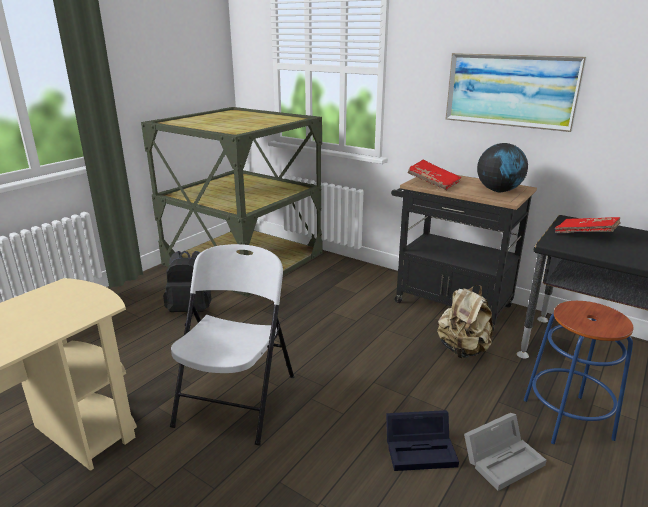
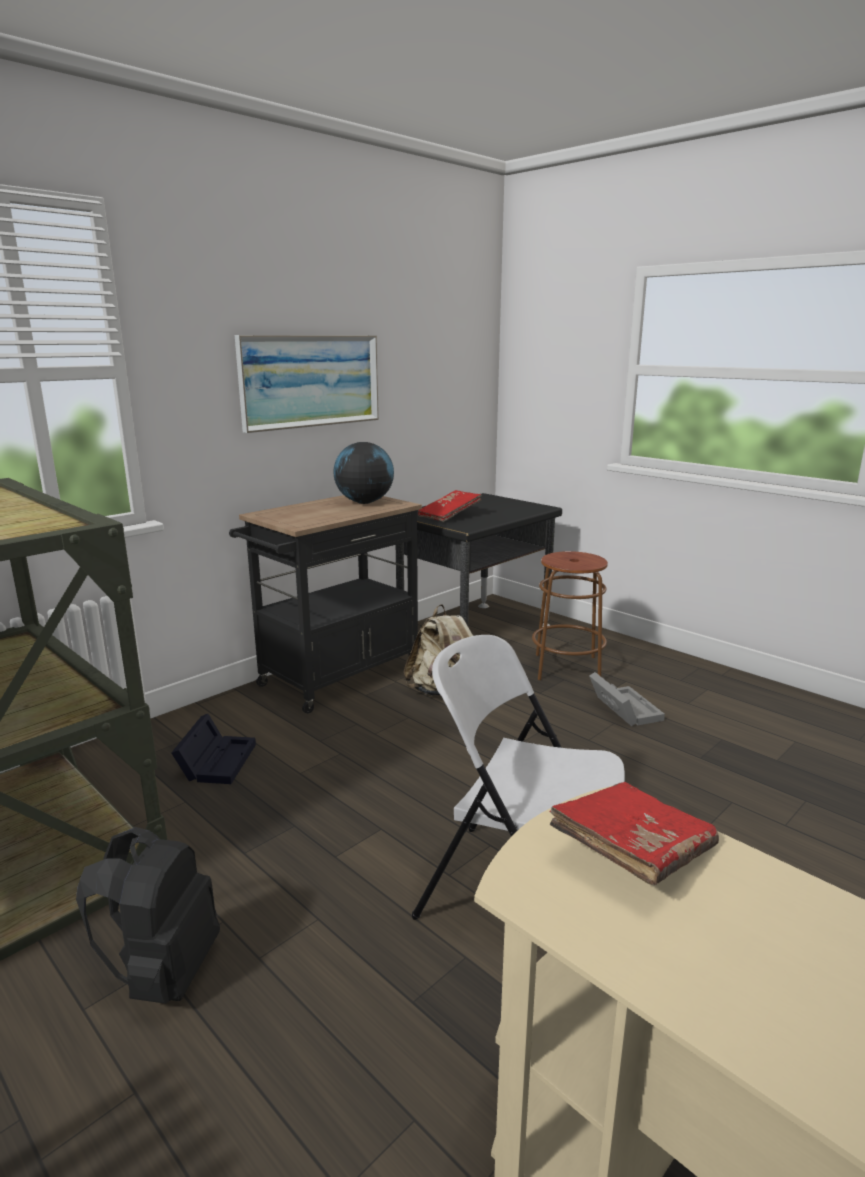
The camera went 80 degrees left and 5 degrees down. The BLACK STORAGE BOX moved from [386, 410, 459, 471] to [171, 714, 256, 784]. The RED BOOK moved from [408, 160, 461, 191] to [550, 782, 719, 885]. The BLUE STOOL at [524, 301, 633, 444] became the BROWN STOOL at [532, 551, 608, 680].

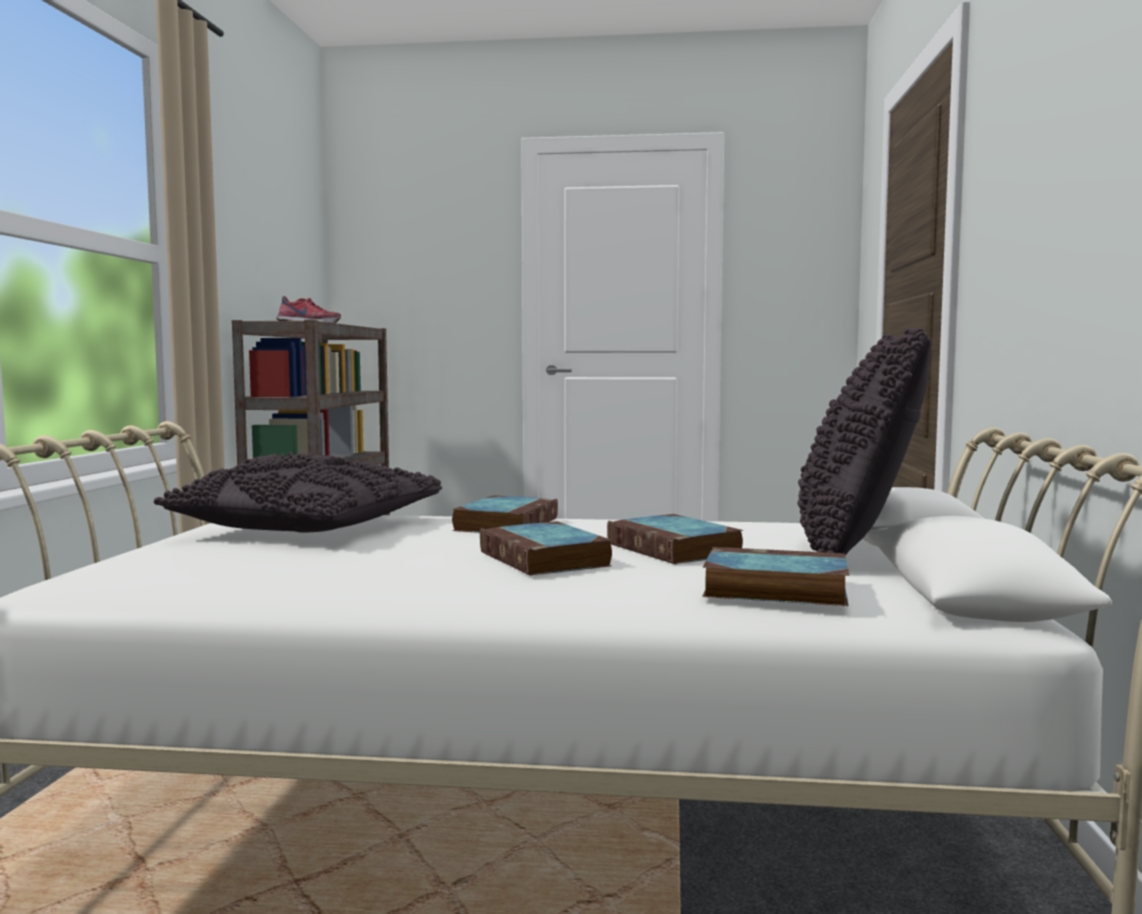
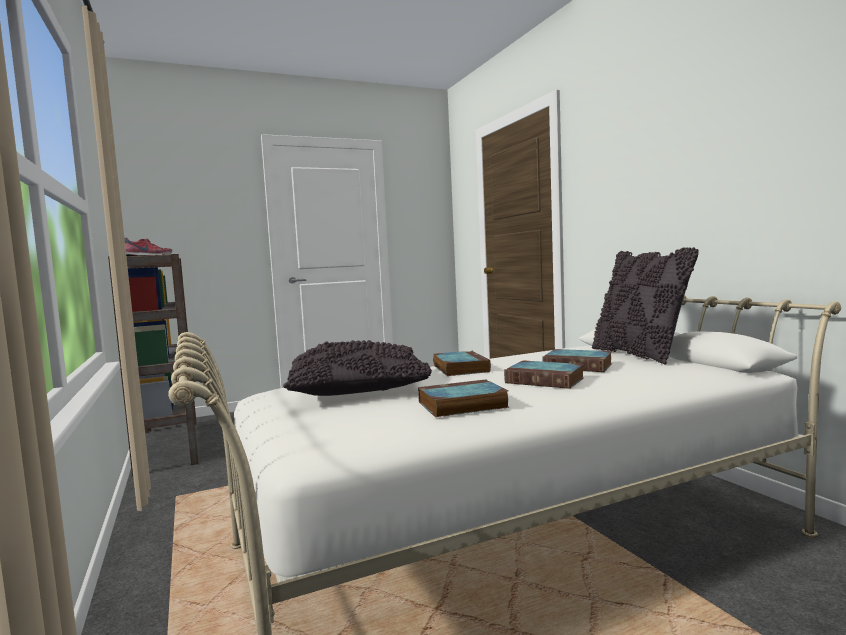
The camera went 30 degrees left and 0 degrees up. The BOOK moved from [702, 547, 849, 606] to [418, 379, 510, 417].

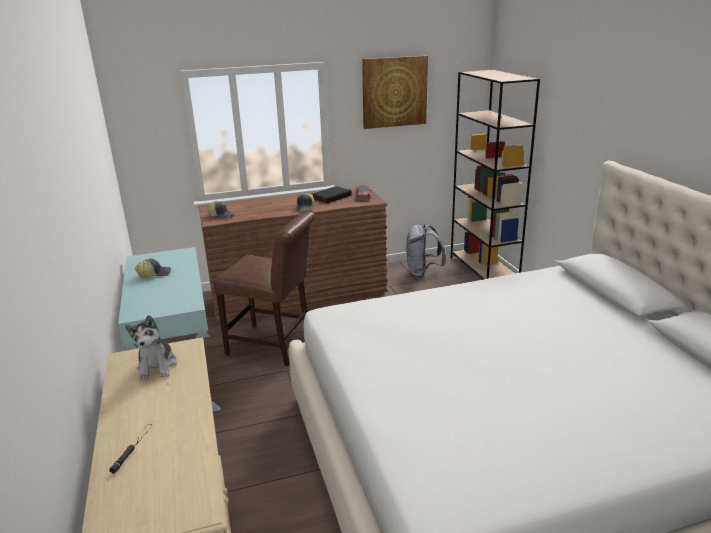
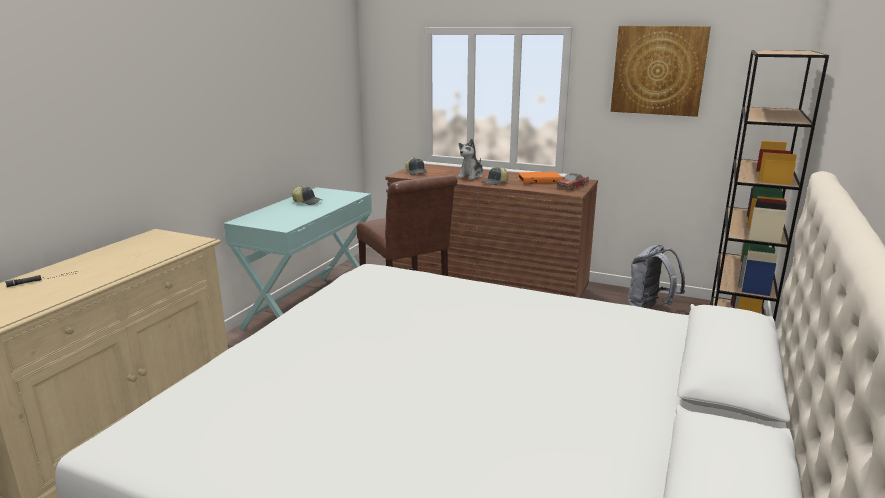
The camera went 40 degrees right and 5 degrees down. The PLUSH TOY moved from [125, 315, 177, 380] to [457, 139, 484, 180]. The BLACK BOOK at [312, 186, 352, 203] became the ORANGE BOOK at [518, 172, 563, 184].

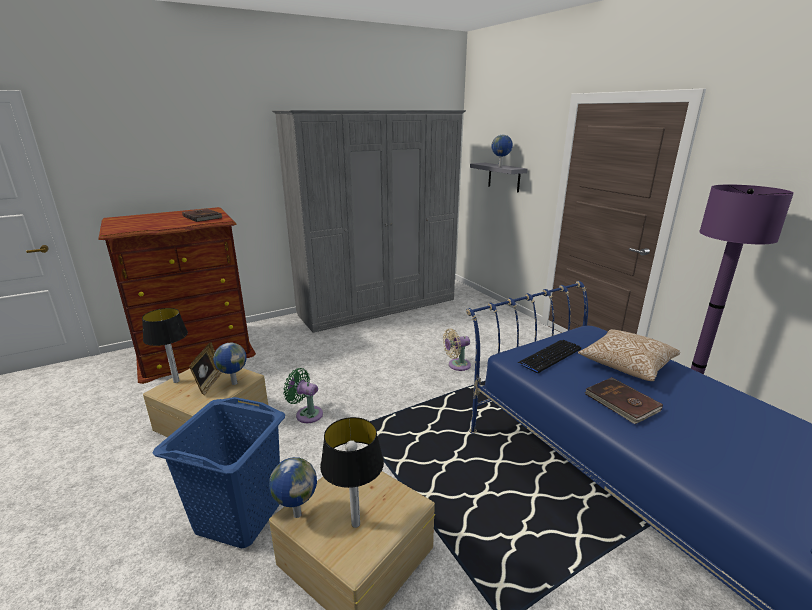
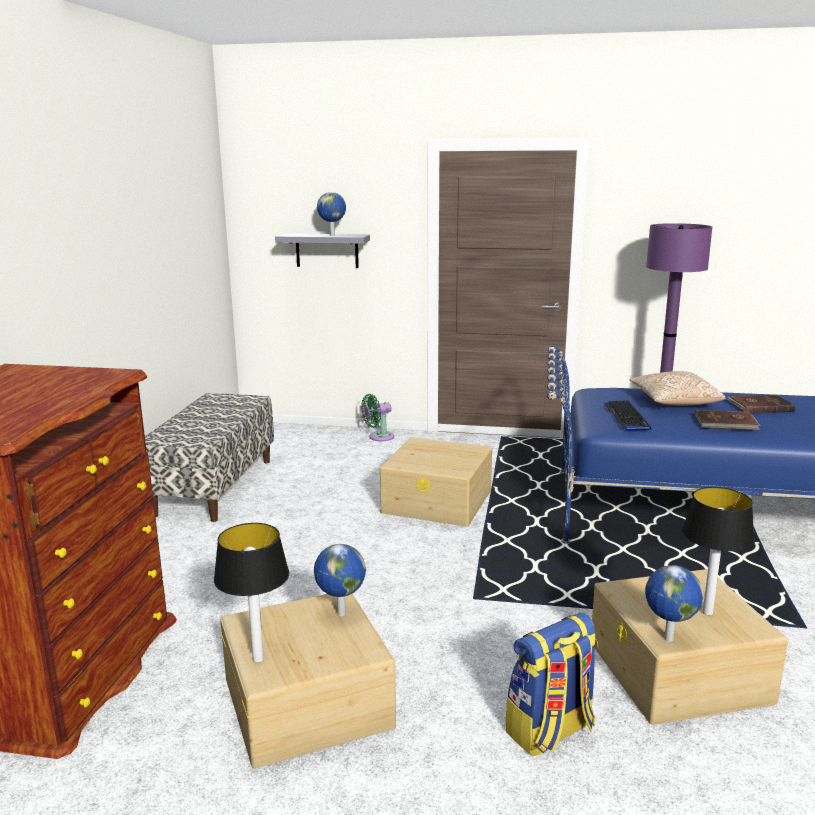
The camera went 50 degrees left and 5 degrees down. The BLUE LAUNDRY BASKET at [152, 397, 285, 548] was replaced by the BACKPACK at [506, 613, 598, 757]. The BROWN BOOK moved from [182, 209, 222, 222] to [727, 395, 796, 413]. The PICTURE FRAME at [189, 342, 222, 395] disappeared. The GREY WARDROBE at [272, 110, 466, 333] was replaced by the BENCH at [145, 393, 274, 522]. The GREEN FAN moved from [283, 368, 323, 423] to [361, 394, 394, 441]. The BEIGE FAN at [443, 329, 471, 371] was replaced by the BEIGE STORAGE BOX at [380, 437, 492, 527].

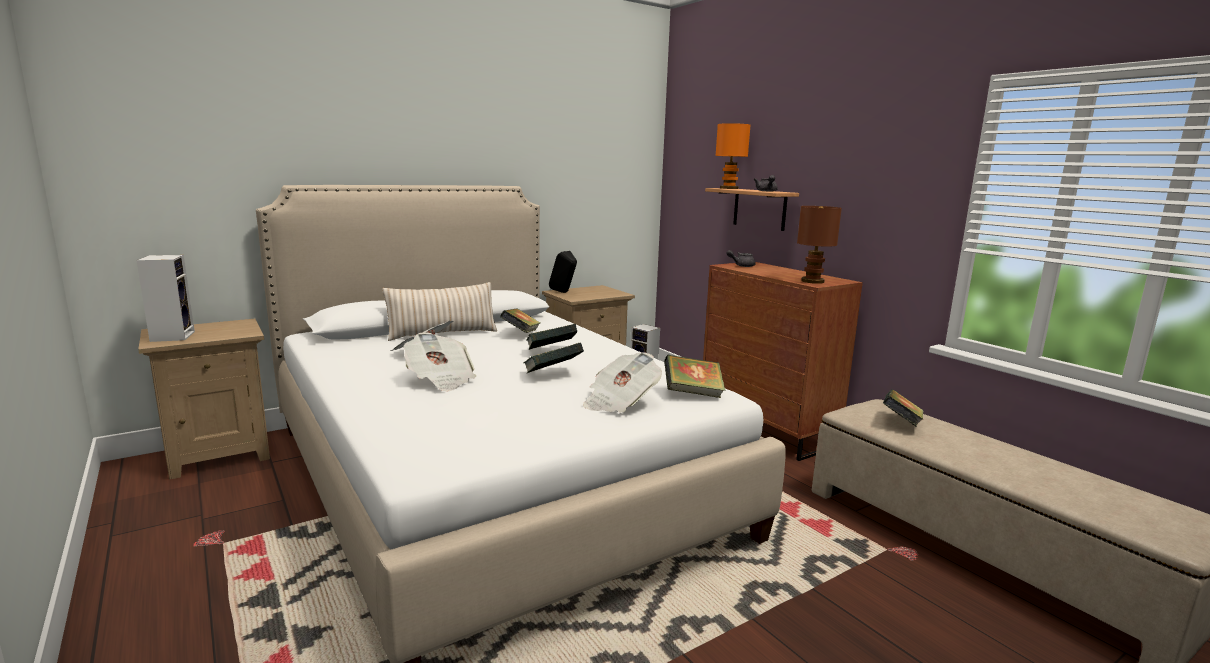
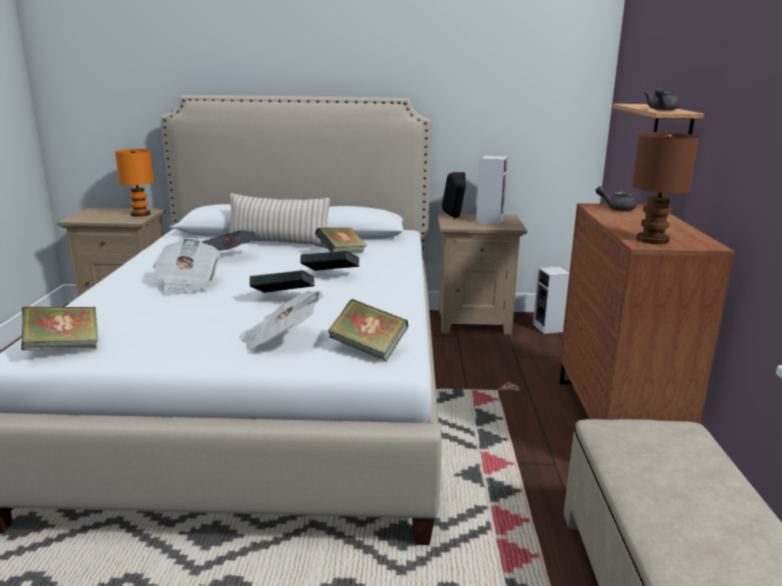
The camera went 35 degrees right and 5 degrees up. The SPEAKER moved from [136, 255, 195, 342] to [476, 155, 508, 225]. The ORANGE TABLE LAMP moved from [715, 123, 751, 189] to [115, 149, 154, 217]. The BOOK moved from [883, 389, 923, 426] to [21, 307, 98, 350].

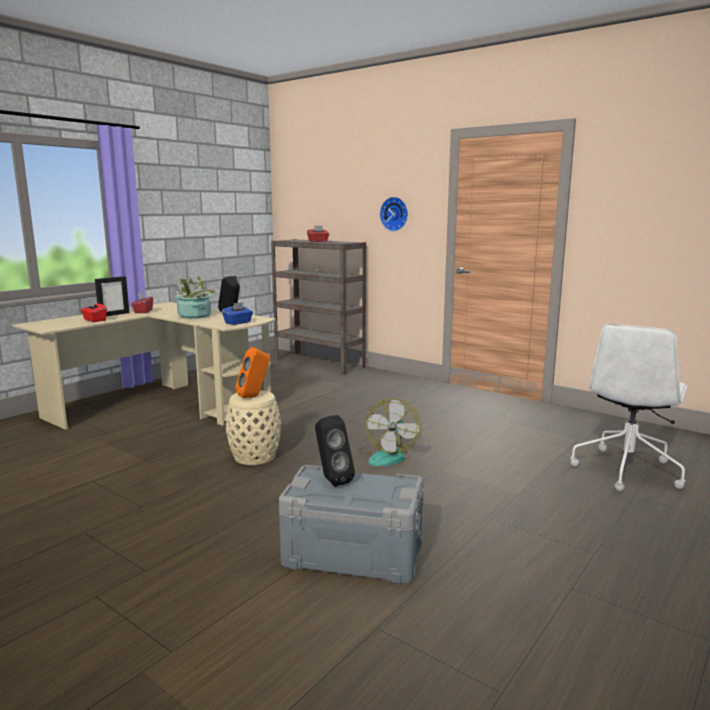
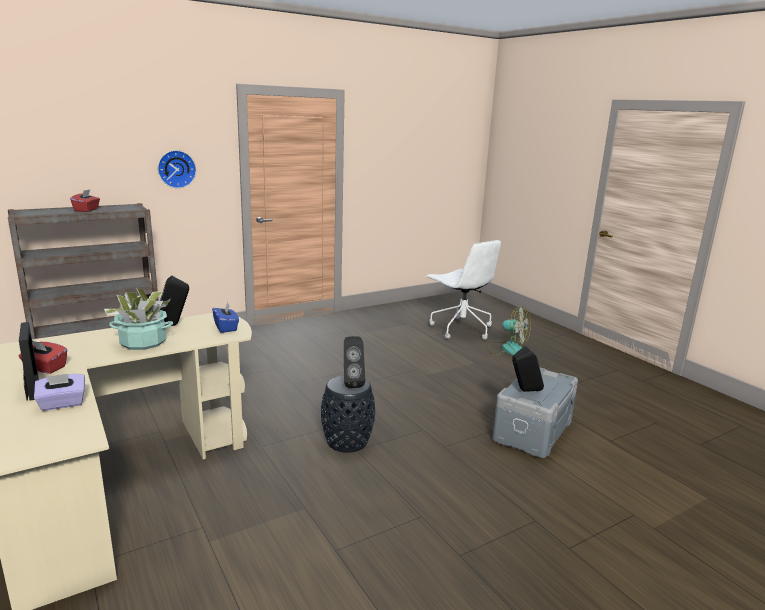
The camera went 70 degrees left and 5 degrees up. The RED TISSUE BOX at [81, 300, 107, 322] became the PURPLE TISSUE BOX at [34, 374, 85, 411]. The BEIGE STOOL at [226, 390, 281, 465] became the BLACK STOOL at [321, 375, 375, 453]. The ORANGE SPEAKER at [235, 347, 270, 398] became the BLACK SPEAKER at [344, 336, 365, 388]. The FAN moved from [359, 398, 421, 466] to [487, 306, 531, 355].

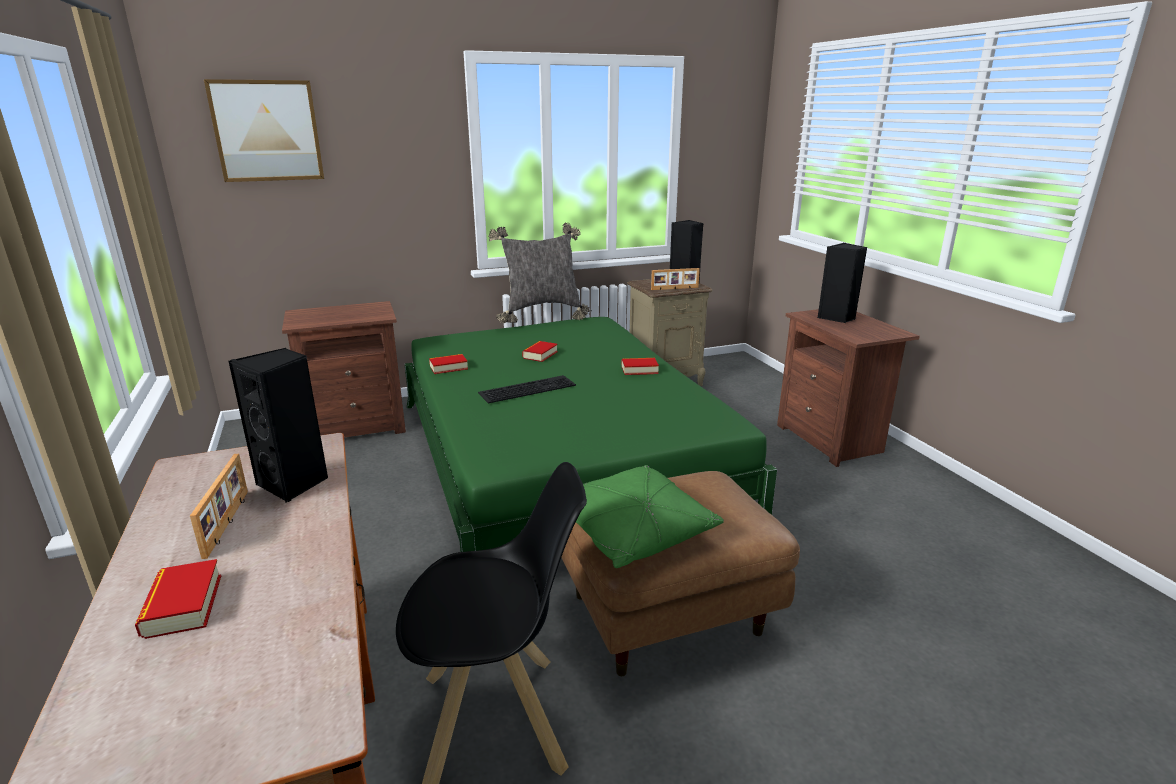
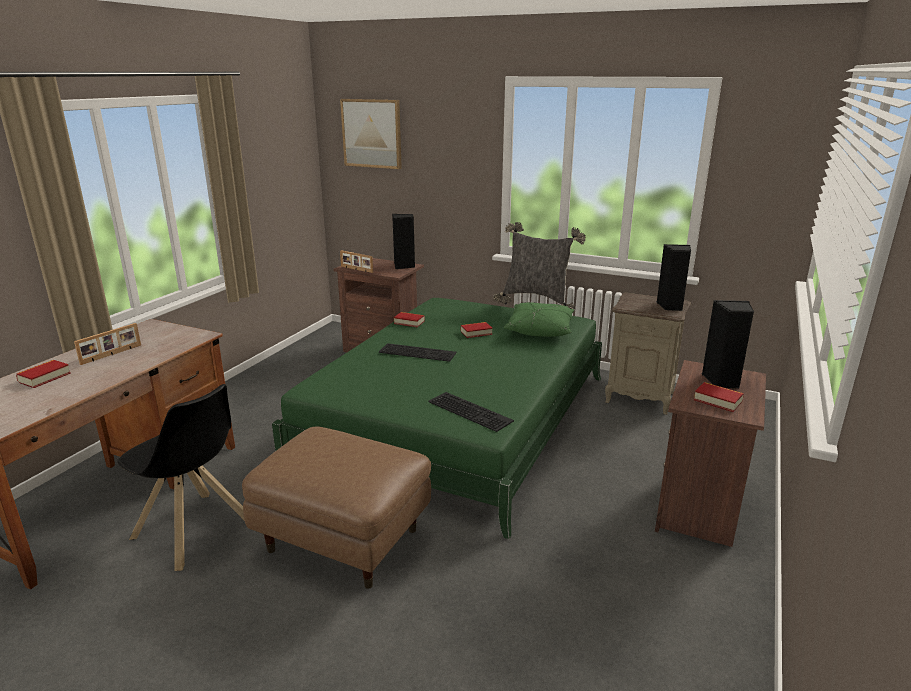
The camera went 45 degrees right and 0 degrees up. The BLACK SPEAKER moved from [228, 348, 328, 503] to [392, 214, 415, 269]. The GREEN PILLOW moved from [576, 465, 724, 568] to [504, 302, 575, 337]. The BOOK moved from [622, 358, 659, 375] to [694, 382, 744, 412]. The PICTURE FRAME moved from [651, 268, 700, 290] to [340, 250, 373, 273]. The KEYBOARD at [428, 392, 514, 432] appeared.

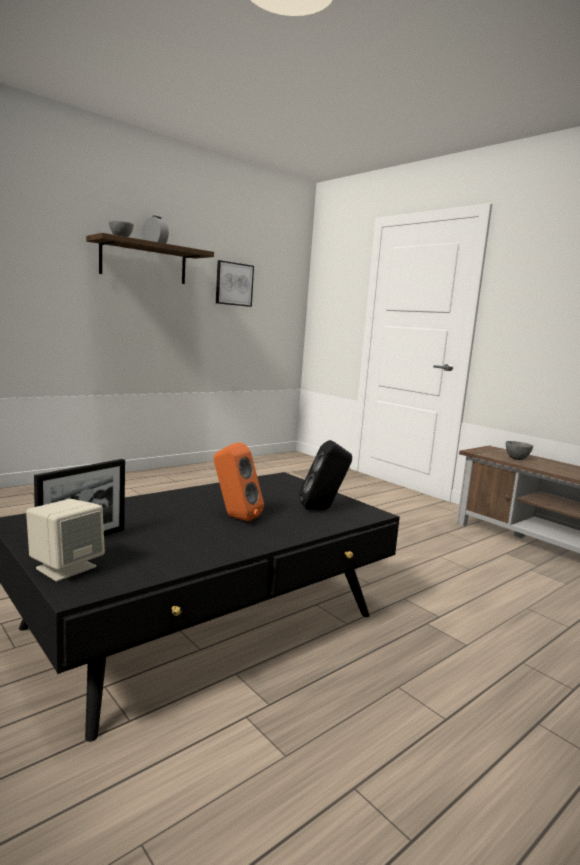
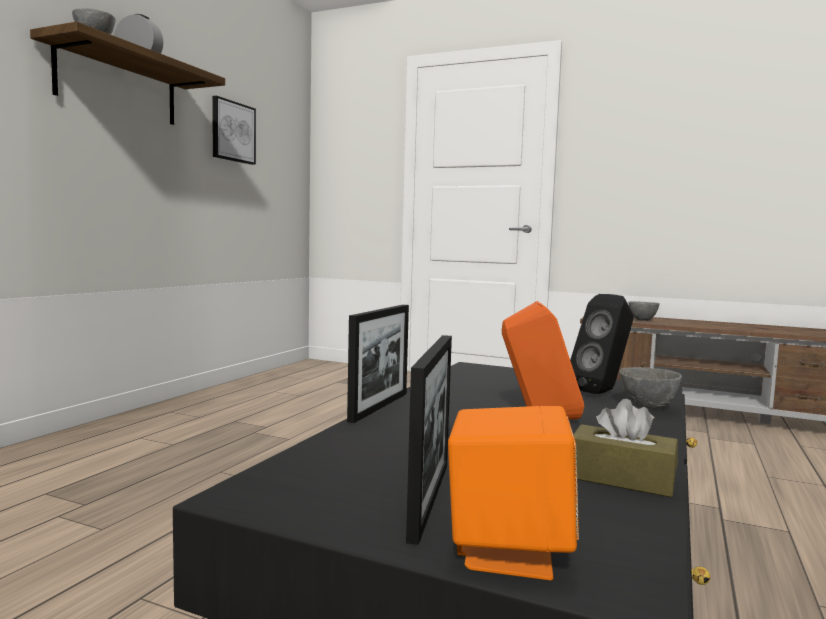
The camera went 25 degrees left and 5 degrees down. The BEIGE SPEAKER at [26, 499, 105, 582] became the ORANGE SPEAKER at [448, 406, 579, 580]. The PICTURE FRAME at [347, 305, 409, 423] appeared. The BROWN TISSUE BOX at [573, 399, 678, 497] appeared. The GREY BOWL at [619, 367, 682, 410] appeared.

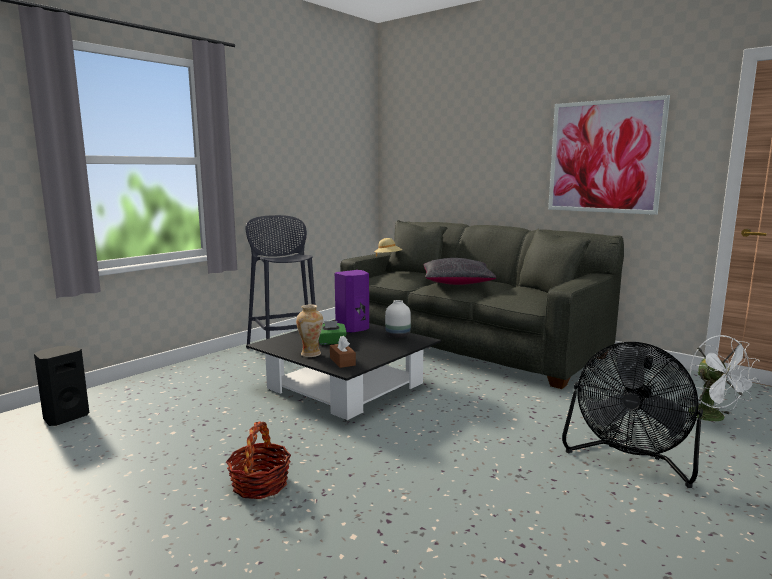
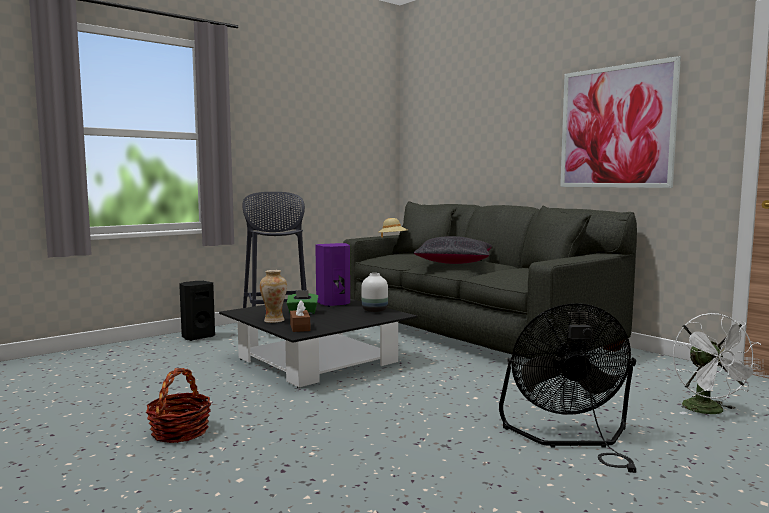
The camera went 10 degrees right and 5 degrees down. The BLACK SPEAKER moved from [34, 345, 89, 426] to [179, 281, 215, 341]. The BLACK FAN at [562, 342, 703, 488] turned 135 degrees clockwise.

